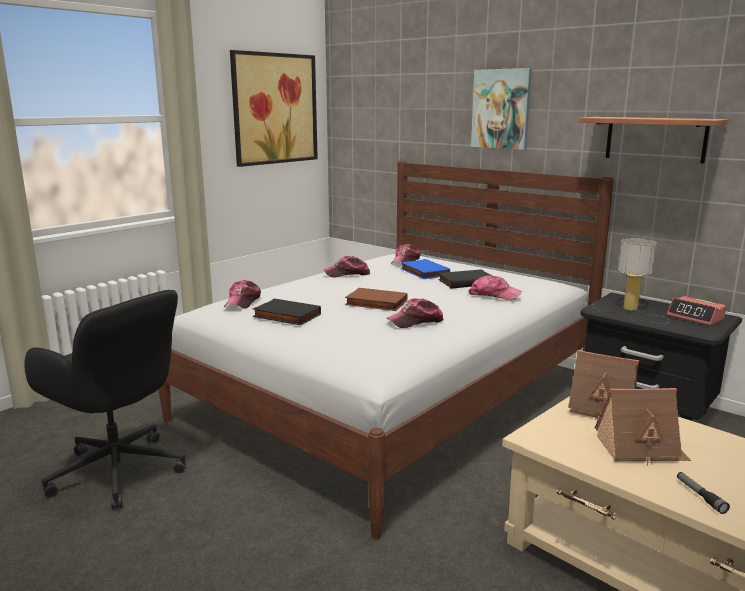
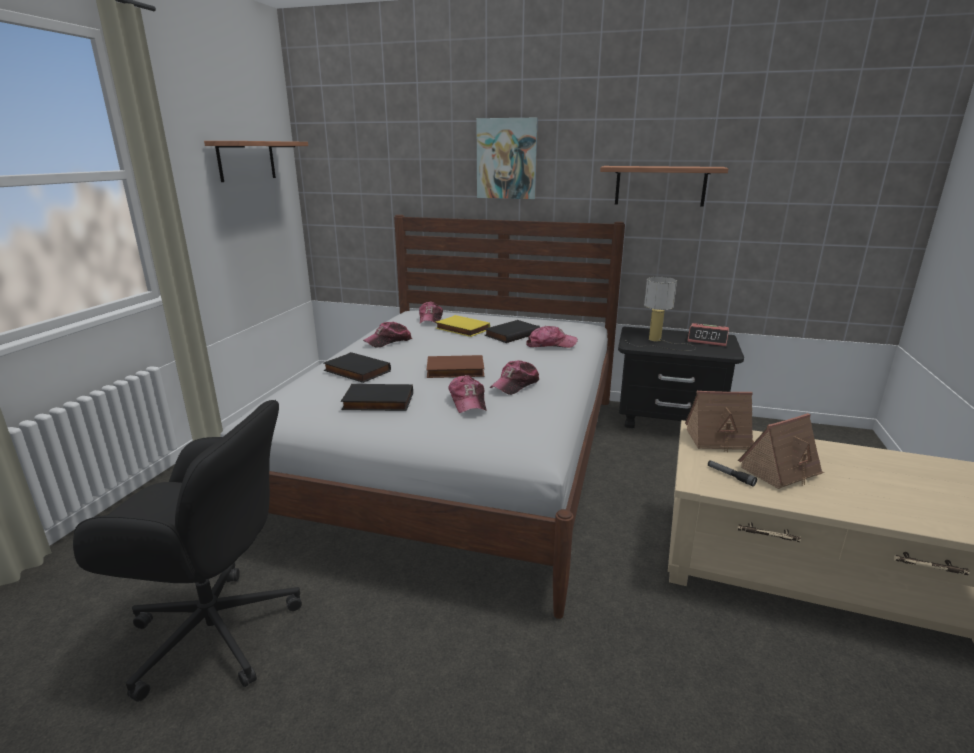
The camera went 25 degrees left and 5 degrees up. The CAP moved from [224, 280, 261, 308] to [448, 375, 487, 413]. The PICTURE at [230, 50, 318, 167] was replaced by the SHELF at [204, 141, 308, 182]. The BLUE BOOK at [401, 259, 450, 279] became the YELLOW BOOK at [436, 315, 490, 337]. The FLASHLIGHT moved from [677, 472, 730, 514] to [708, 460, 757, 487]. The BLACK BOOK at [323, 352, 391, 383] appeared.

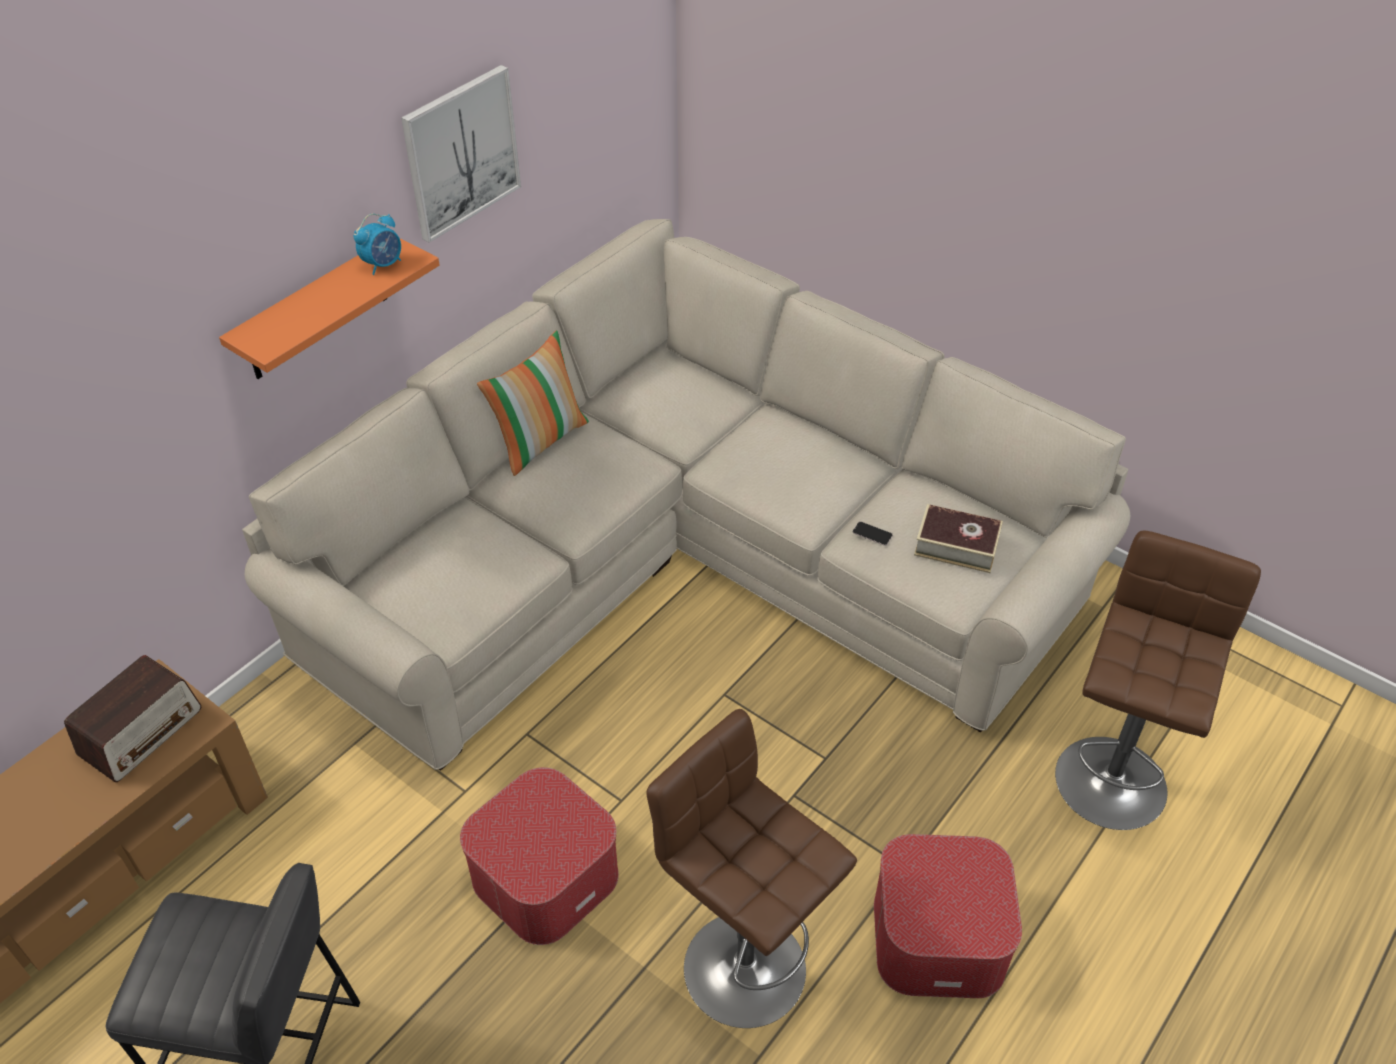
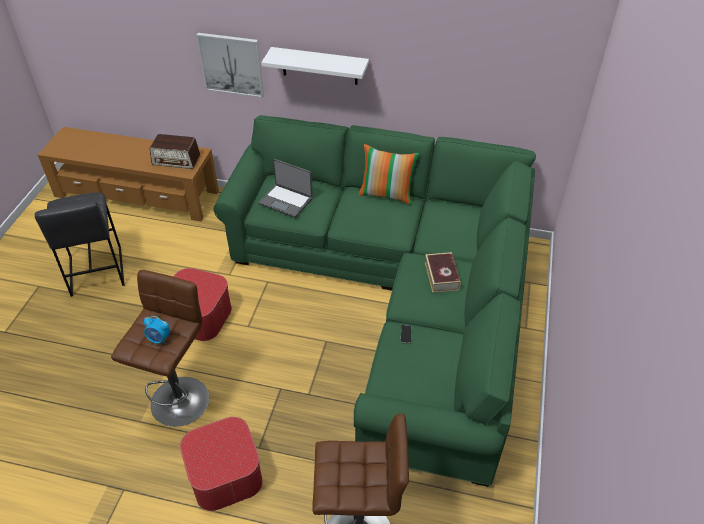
The camera went 65 degrees right and 0 degrees up. The ORANGE SHELF at [219, 238, 440, 379] became the WHITE SHELF at [261, 47, 369, 85]. The BEIGE SOFA at [242, 219, 1130, 771] became the GREEN SOFA at [213, 115, 536, 487]. The ALARM CLOCK moved from [354, 214, 401, 275] to [144, 316, 170, 345]. The PICTURE moved from [401, 65, 521, 243] to [196, 33, 264, 98]. The BOOK moved from [914, 504, 1003, 573] to [425, 252, 461, 293]. The LAPTOP at [258, 159, 313, 218] appeared.

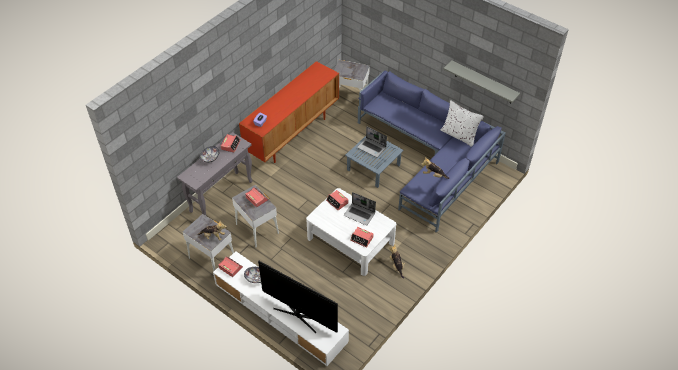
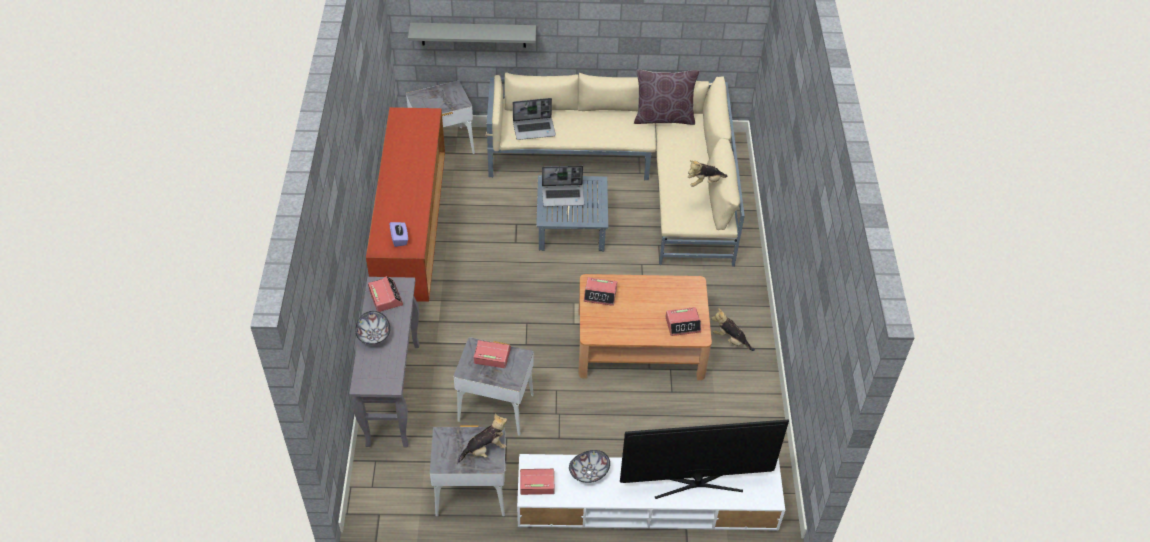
The camera went 40 degrees left and 0 degrees up. The WHITE COFFEE TABLE at [306, 188, 396, 276] became the BROWN COFFEE TABLE at [578, 274, 712, 380]. The LAPTOP moved from [344, 192, 376, 225] to [513, 98, 556, 140]. The BLUE SOFA at [345, 71, 506, 233] became the BEIGE SOFA at [486, 72, 745, 267]. The WHITE PILLOW at [440, 100, 484, 147] became the BROWN PILLOW at [634, 70, 699, 125]. The GREY SHELF moved from [443, 61, 520, 103] to [408, 23, 536, 48].

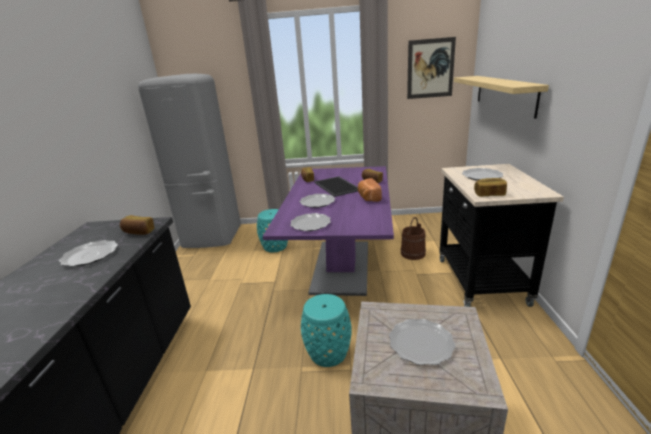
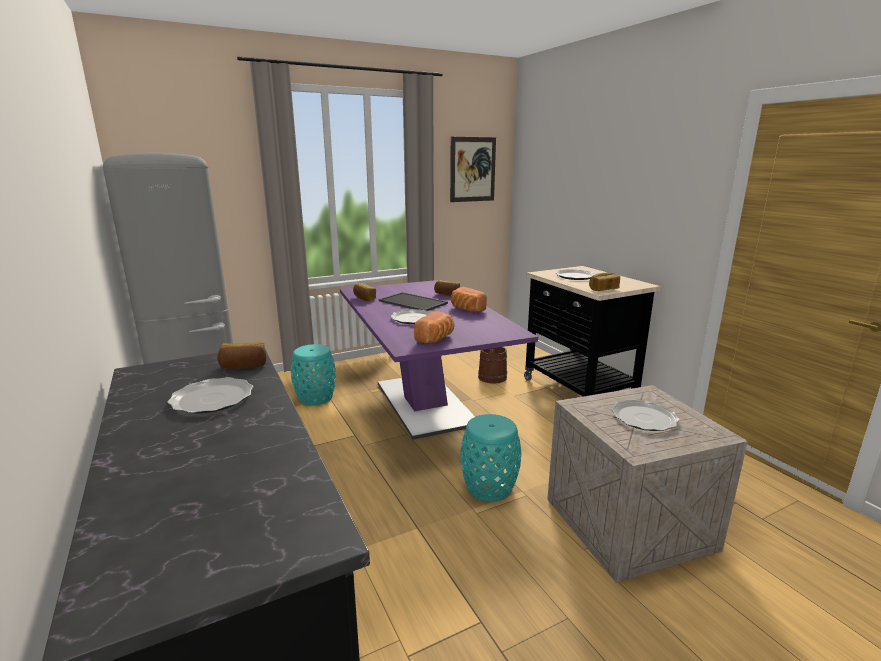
The camera went 30 degrees left and 5 degrees down. The PLATE at [290, 213, 331, 231] was replaced by the BREAD at [414, 311, 454, 343]. The SHELF at [454, 76, 549, 119] disappeared.

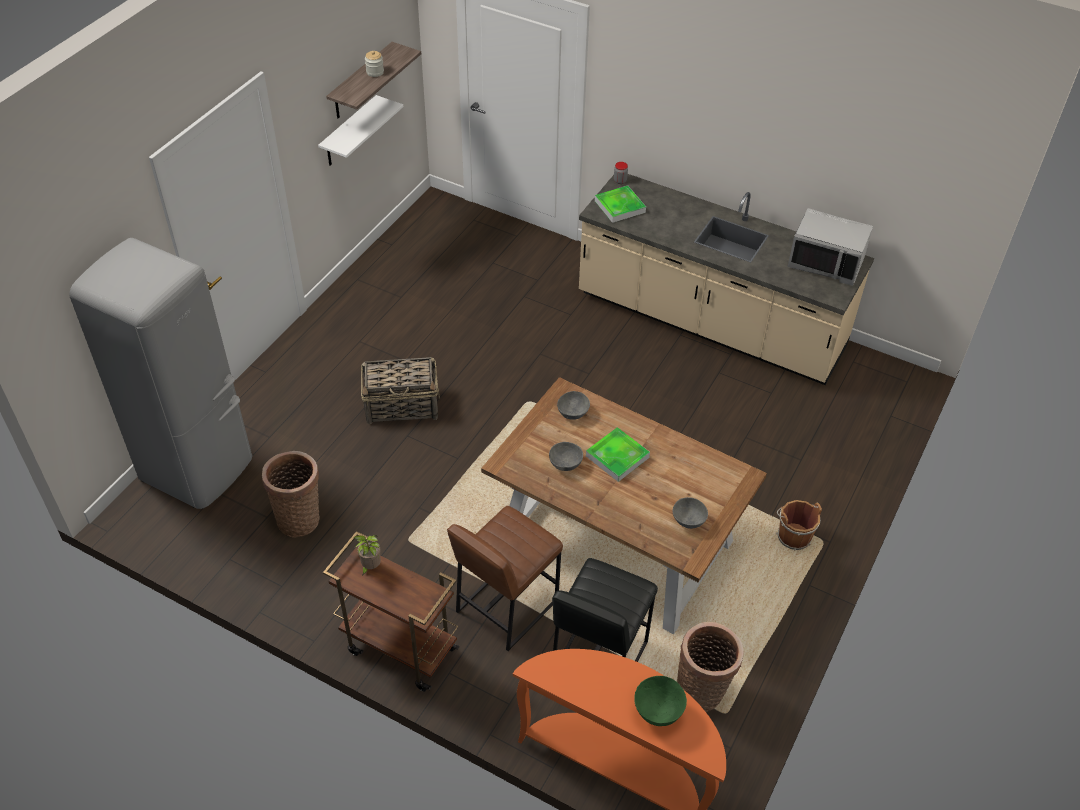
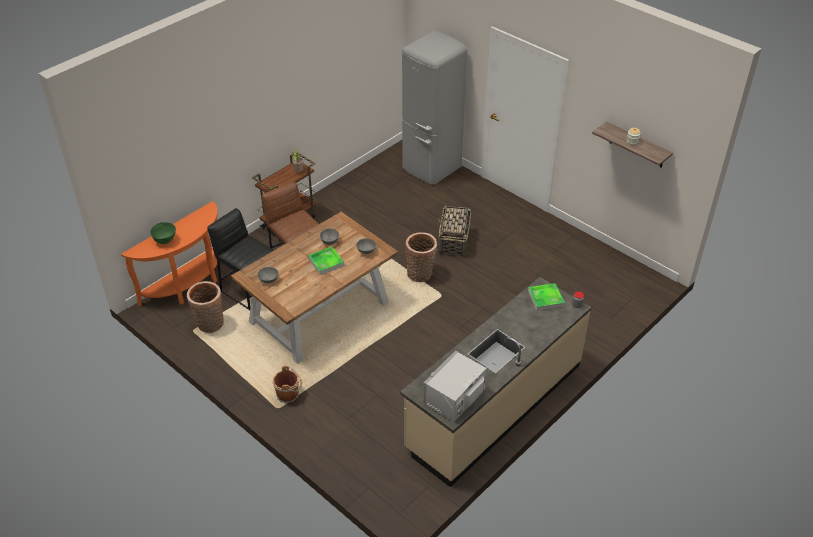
The camera went 105 degrees right and 5 degrees down. The BASKET moved from [262, 451, 320, 538] to [405, 232, 437, 282]. The WHITE SHELF at [318, 95, 403, 166] disappeared.

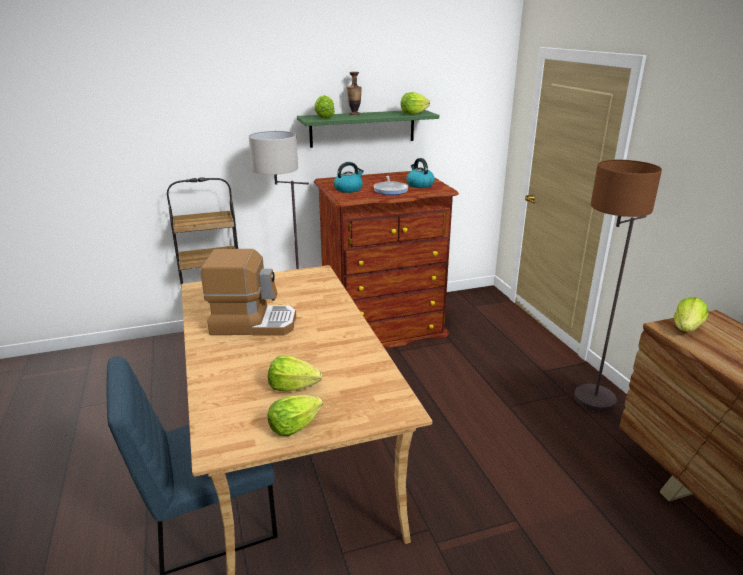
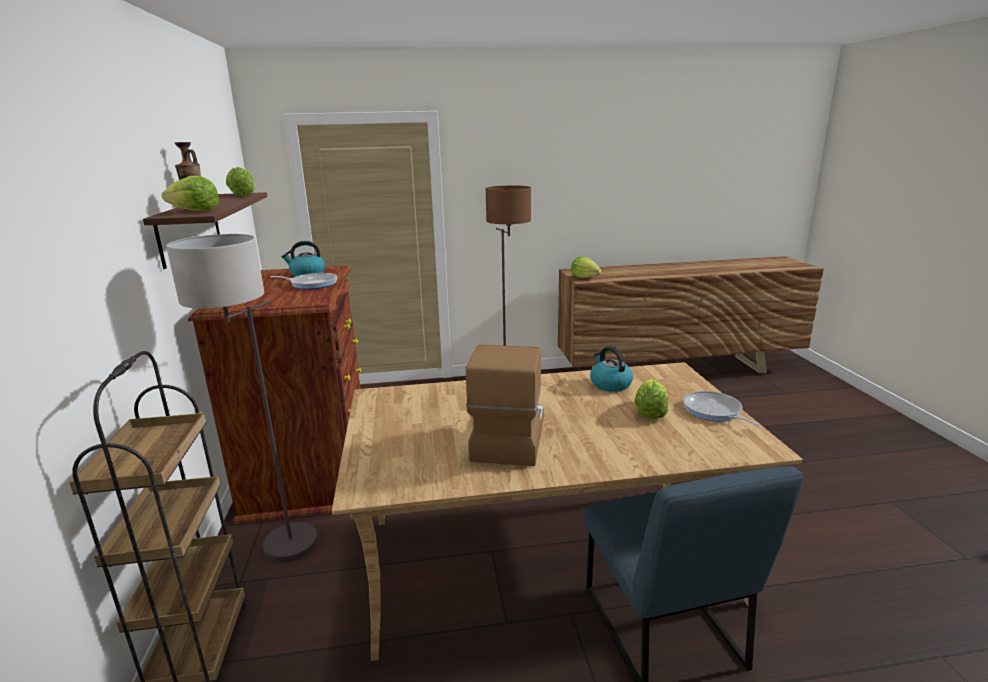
The camera went 80 degrees left and 5 degrees down. The LETTUCE at [268, 395, 323, 436] was replaced by the FRYING PAN at [683, 391, 760, 426]. The GREEN SHELF at [297, 110, 439, 148] became the BROWN SHELF at [143, 192, 267, 269]. The KETTLE moved from [334, 162, 364, 193] to [590, 346, 633, 392].

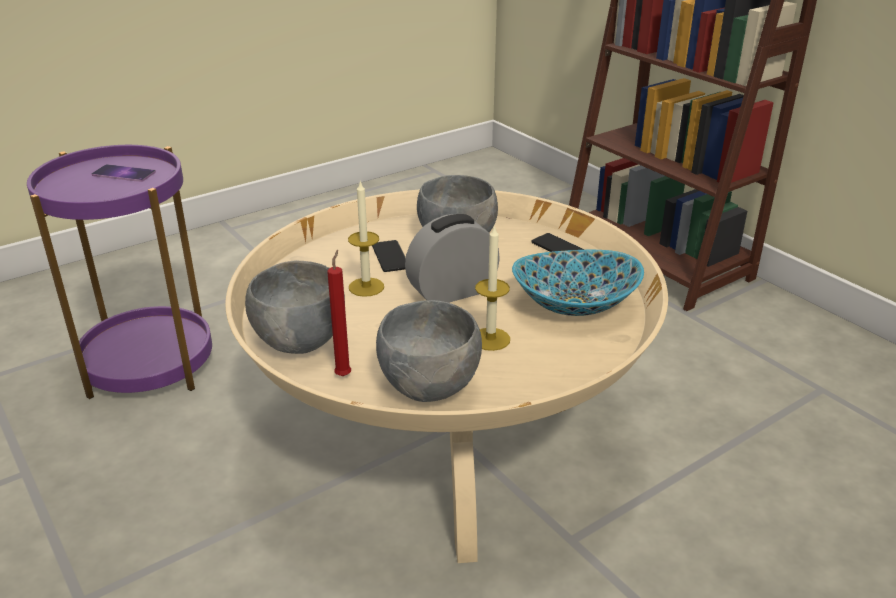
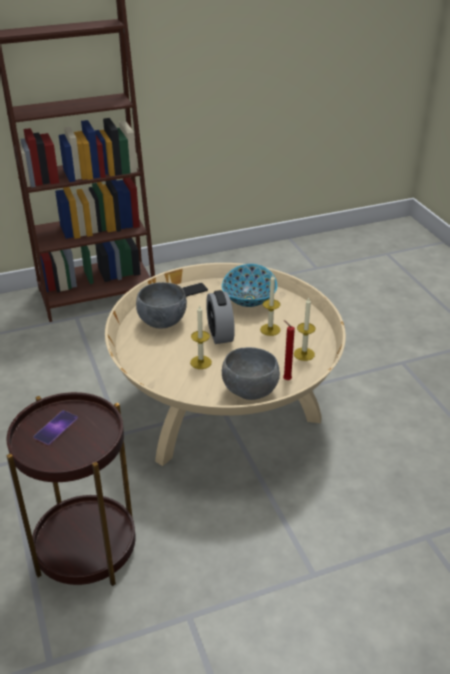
The camera went 75 degrees left and 5 degrees up. The PURPLE SIDE TABLE at [27, 145, 212, 399] became the BROWN SIDE TABLE at [6, 392, 136, 586]. The PHONE at [372, 240, 406, 272] disappeared. The GREY BOWL at [376, 300, 482, 402] was replaced by the CANDLE at [294, 298, 315, 361].

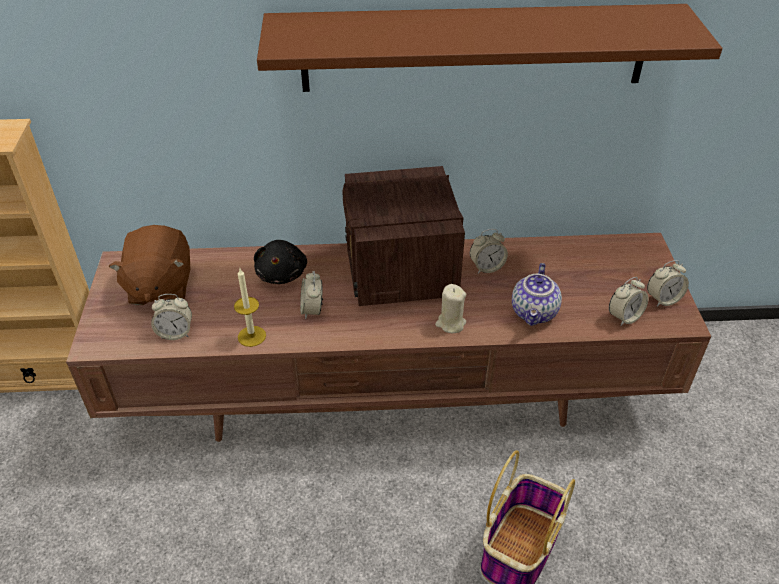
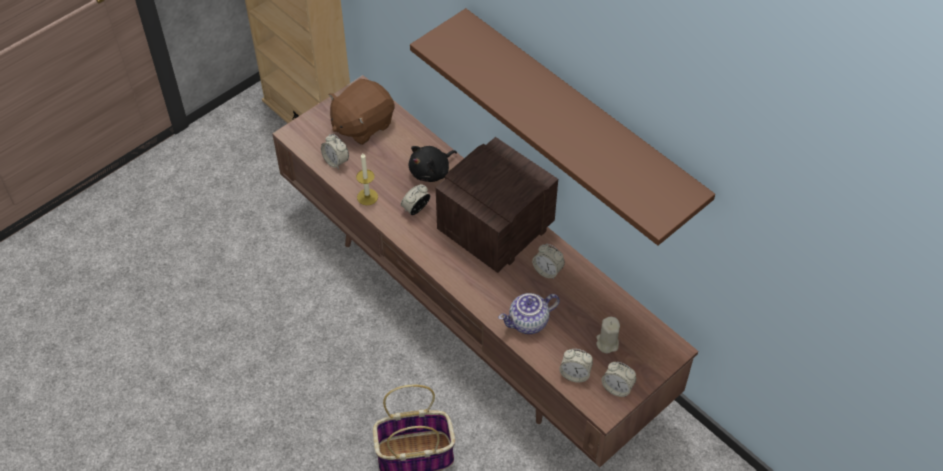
The camera went 50 degrees right and 10 degrees up. The BEIGE CANDLE moved from [435, 284, 466, 333] to [596, 317, 620, 353].

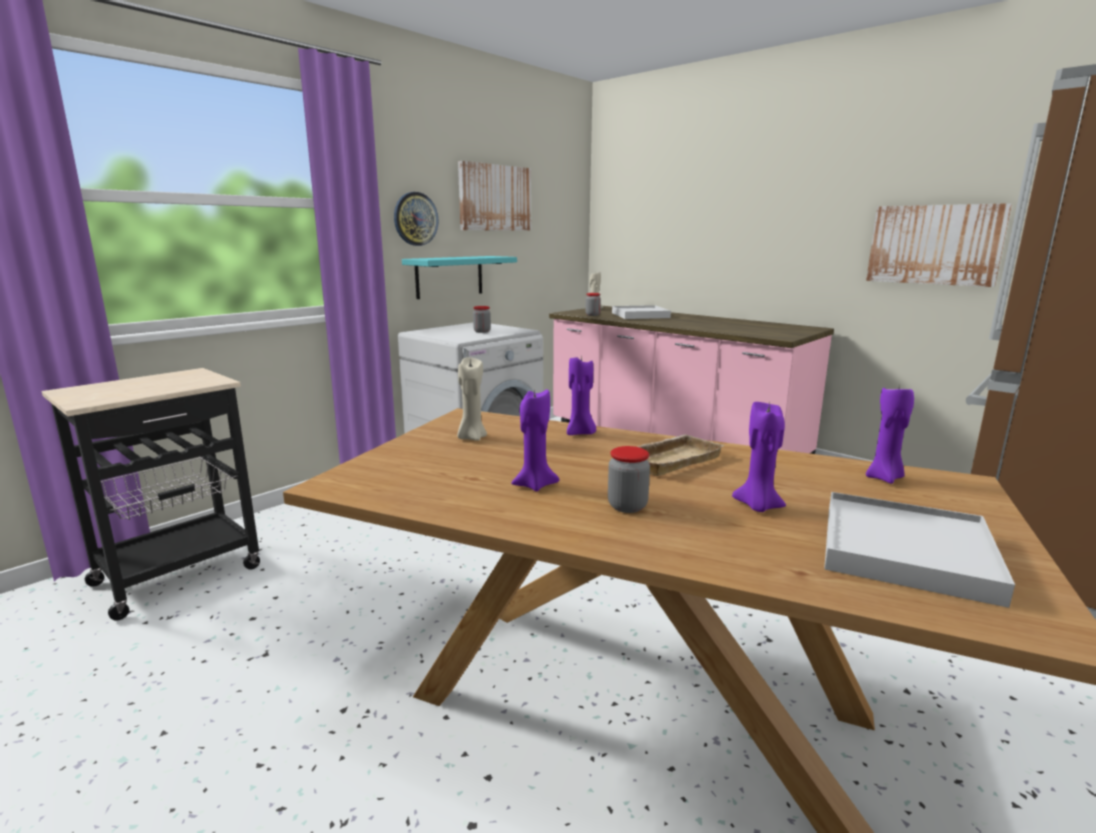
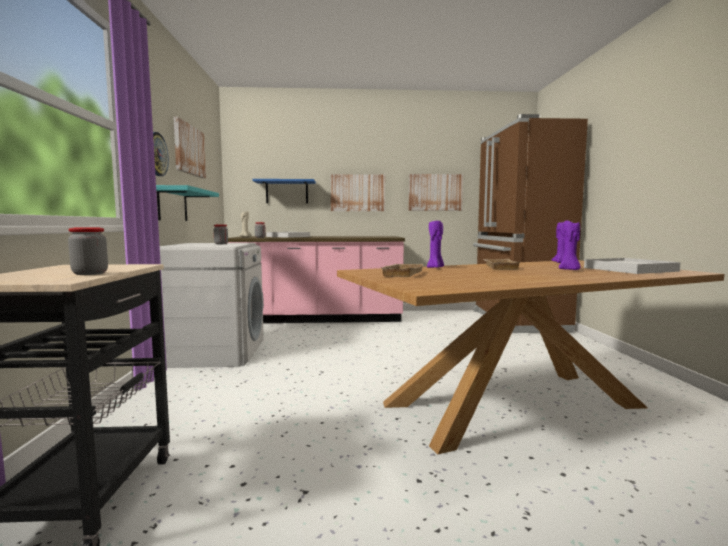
The camera went 45 degrees left and 10 degrees down. The BEIGE CANDLE at [457, 357, 487, 441] was replaced by the BEIGE TRAY at [381, 264, 424, 277]. The PURPLE CANDLE at [511, 387, 559, 491] disappeared. The JAR moved from [608, 446, 650, 513] to [68, 227, 108, 275]. The BLUE SHELF at [252, 179, 316, 203] appeared. The PICTURE at [331, 174, 385, 211] appeared.

